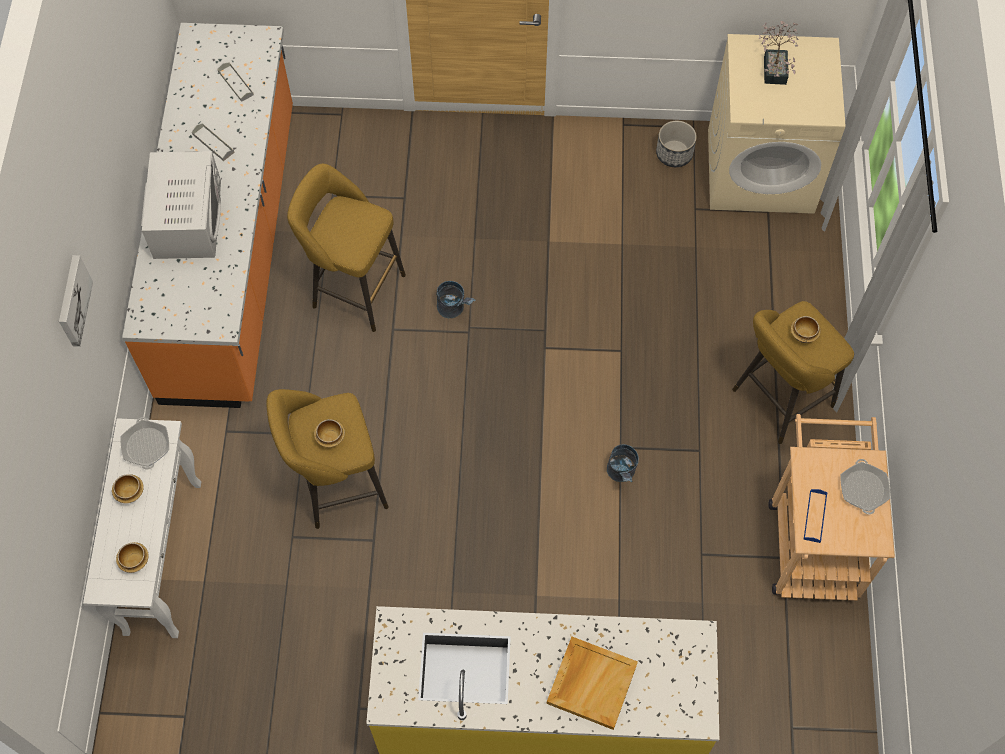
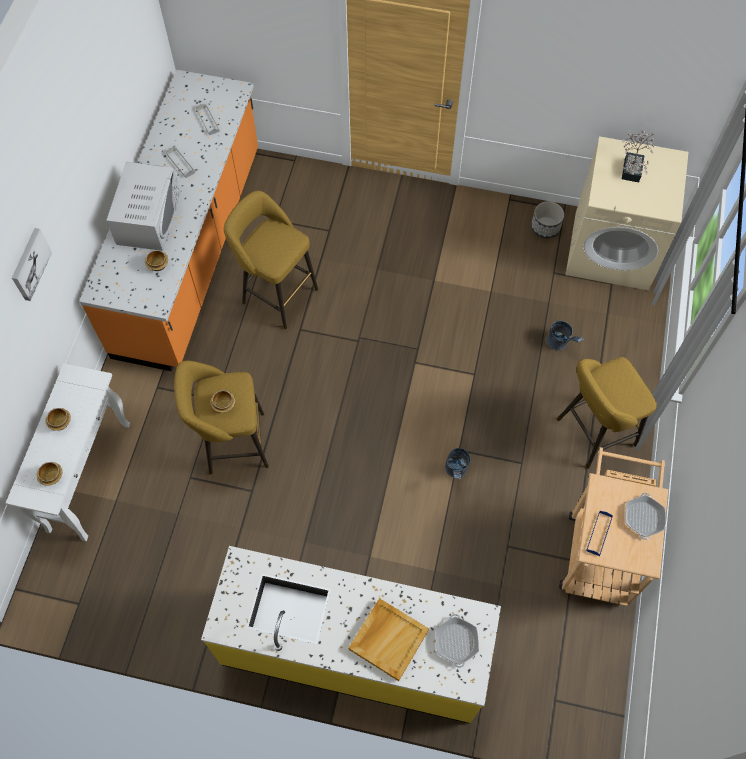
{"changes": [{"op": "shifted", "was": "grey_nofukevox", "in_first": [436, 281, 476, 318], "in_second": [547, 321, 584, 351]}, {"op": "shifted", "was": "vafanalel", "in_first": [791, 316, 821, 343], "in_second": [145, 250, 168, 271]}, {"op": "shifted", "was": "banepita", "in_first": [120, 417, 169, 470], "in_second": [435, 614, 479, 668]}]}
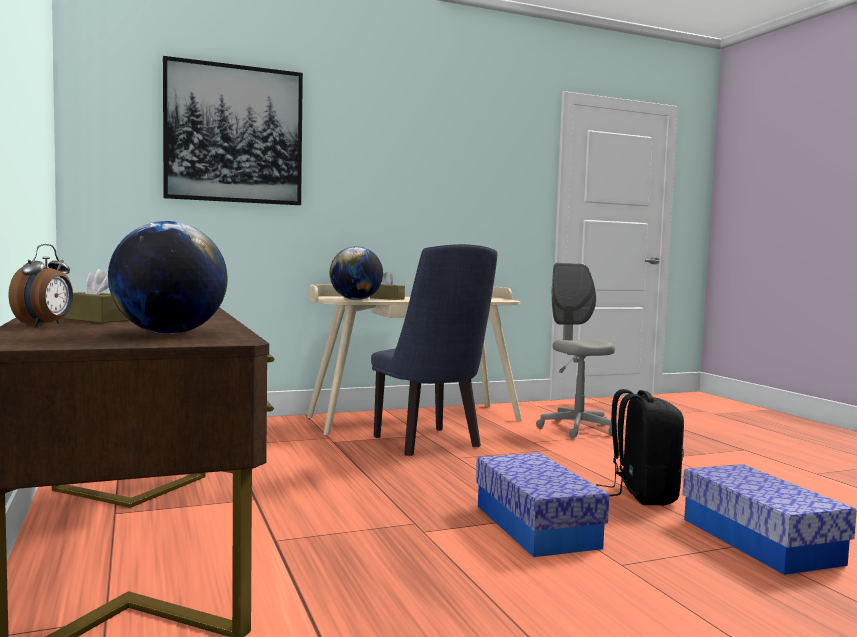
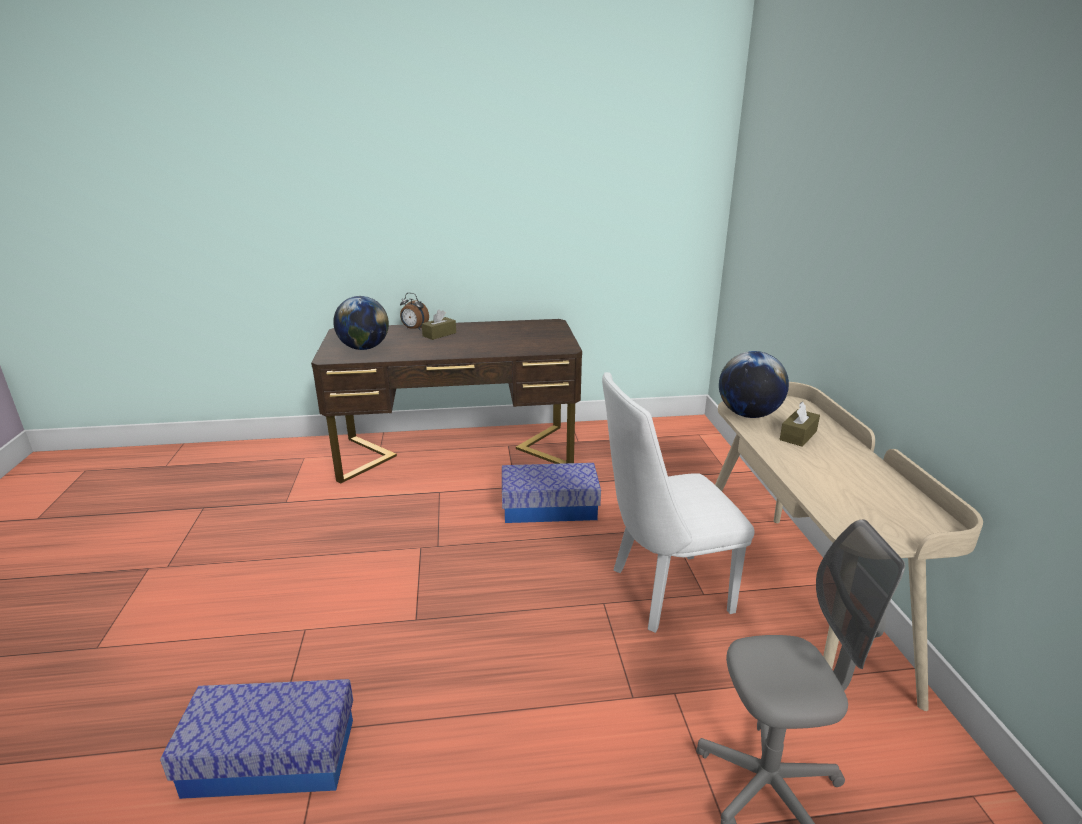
{"changes": [{"op": "gone", "was": "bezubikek", "in_first": [163, 56, 303, 205]}, {"op": "repainted", "was": "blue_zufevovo", "now": "white_zufevovo", "in_first": [371, 244, 497, 456], "in_second": [602, 372, 755, 633]}, {"op": "gone", "was": "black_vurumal", "in_first": [596, 389, 684, 505]}, {"op": "shifted", "was": "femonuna", "in_first": [476, 453, 609, 557], "in_second": [502, 463, 601, 523]}]}
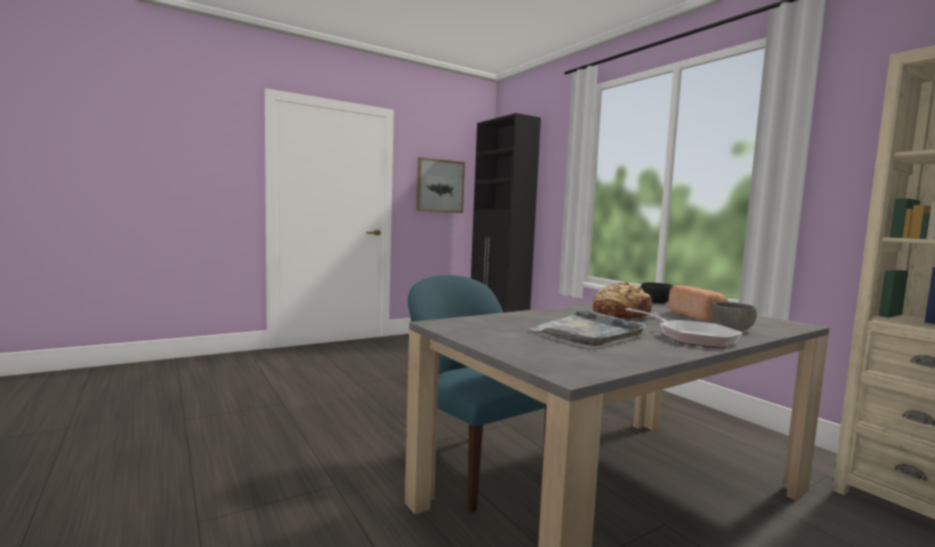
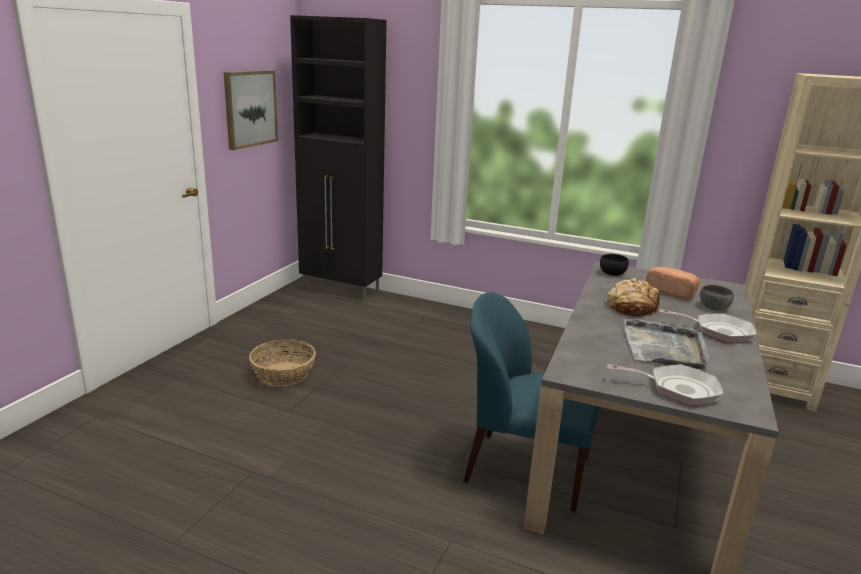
{"changes": [{"op": "new", "now": "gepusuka", "in_second": [249, 339, 316, 387]}, {"op": "new", "now": "banepita", "in_second": [607, 364, 723, 406]}]}
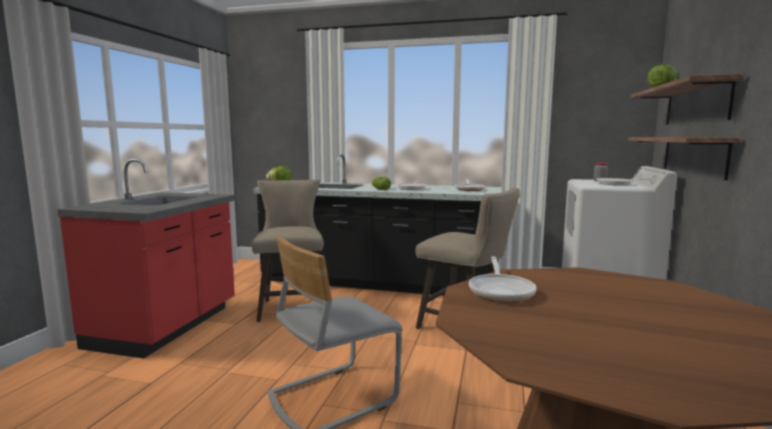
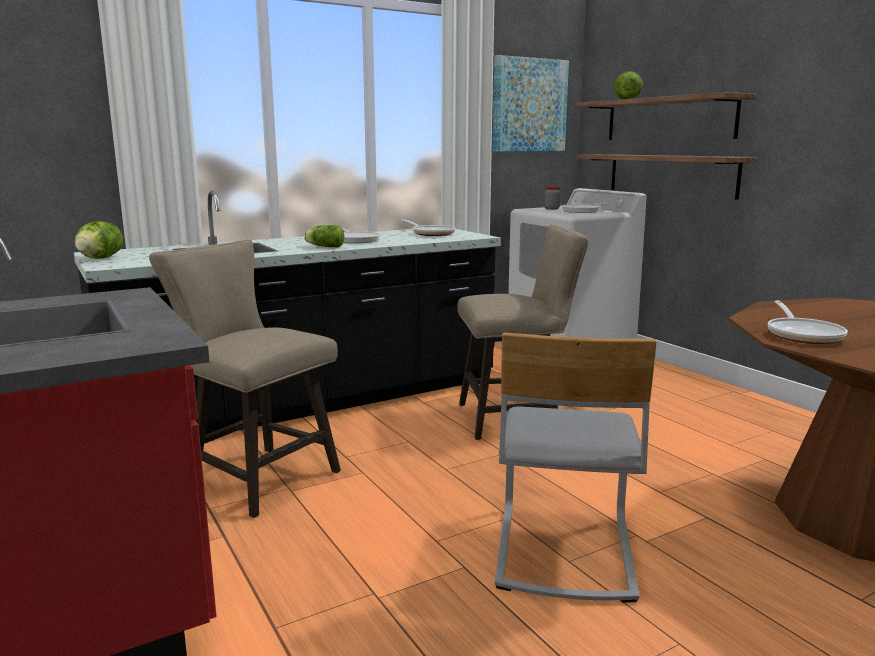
{"changes": [{"op": "rotated", "was": "banepita", "in_first": [469, 256, 537, 302], "in_second": [768, 300, 848, 344], "clockwise": 45}, {"op": "new", "now": "bezubikek", "in_second": [492, 55, 569, 151]}]}
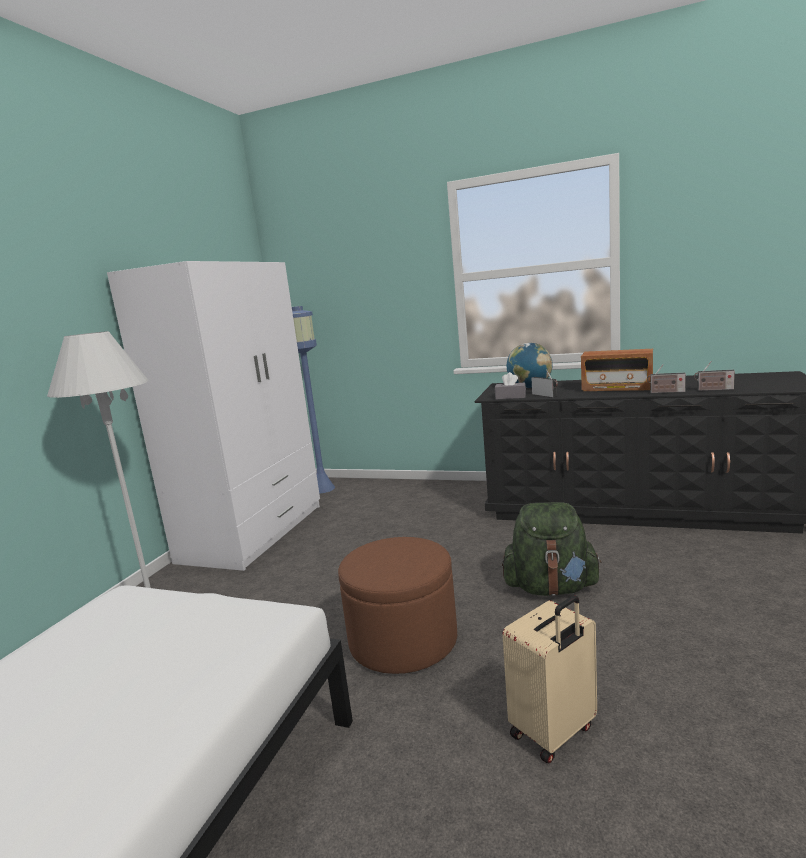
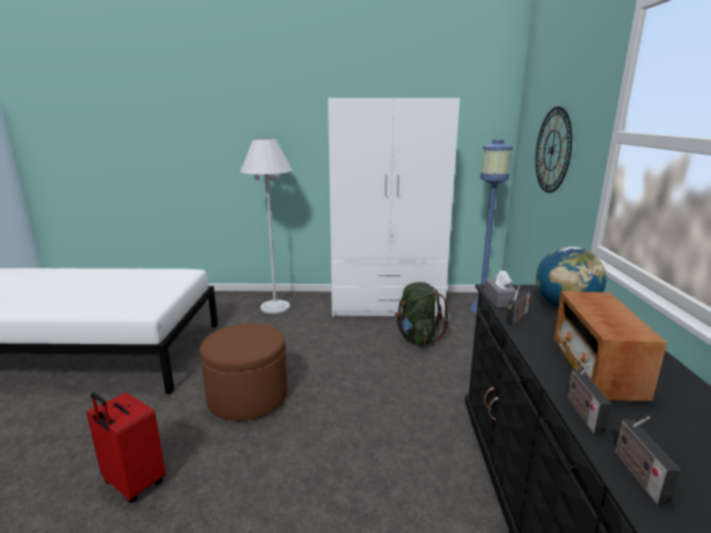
{"changes": [{"op": "shifted", "was": "green_vurumal", "in_first": [502, 502, 602, 596], "in_second": [394, 282, 450, 345]}, {"op": "repainted", "was": "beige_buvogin", "now": "red_buvogin", "in_first": [502, 595, 597, 764], "in_second": [87, 392, 166, 503]}, {"op": "new", "now": "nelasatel", "in_second": [535, 106, 572, 193]}]}
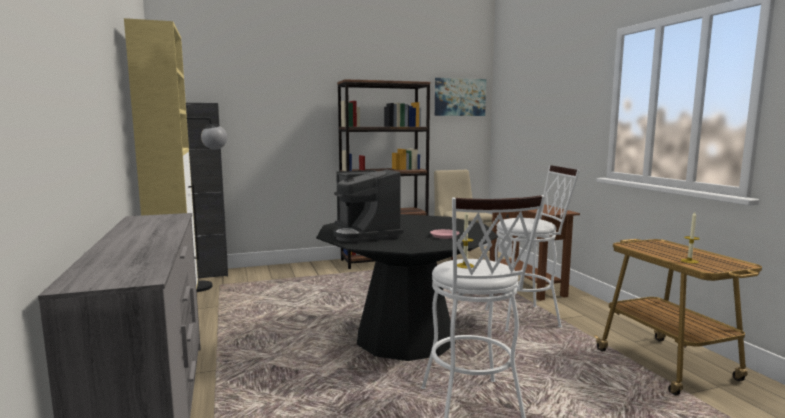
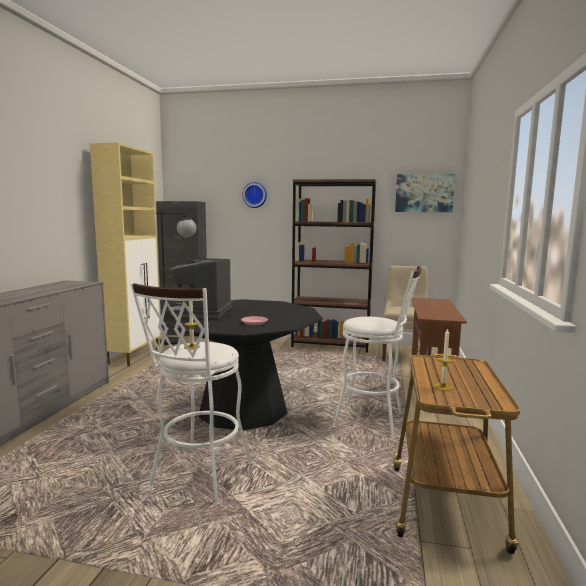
{"changes": [{"op": "new", "now": "nelasatel", "in_second": [243, 182, 267, 208]}]}
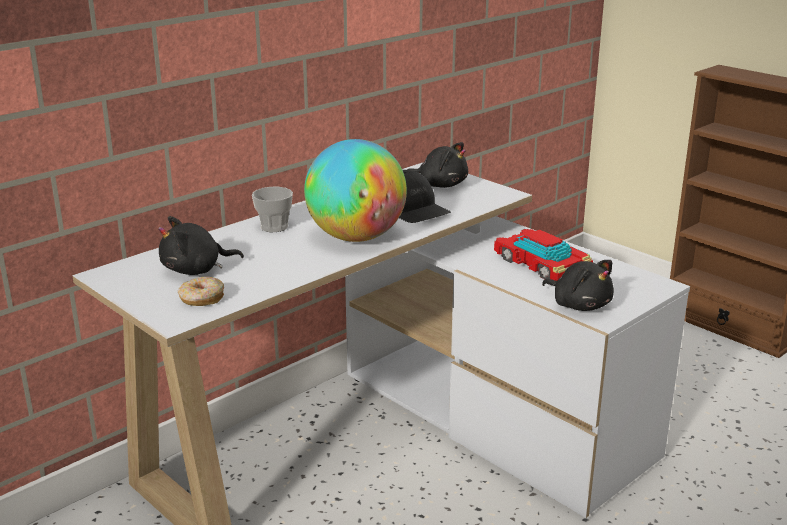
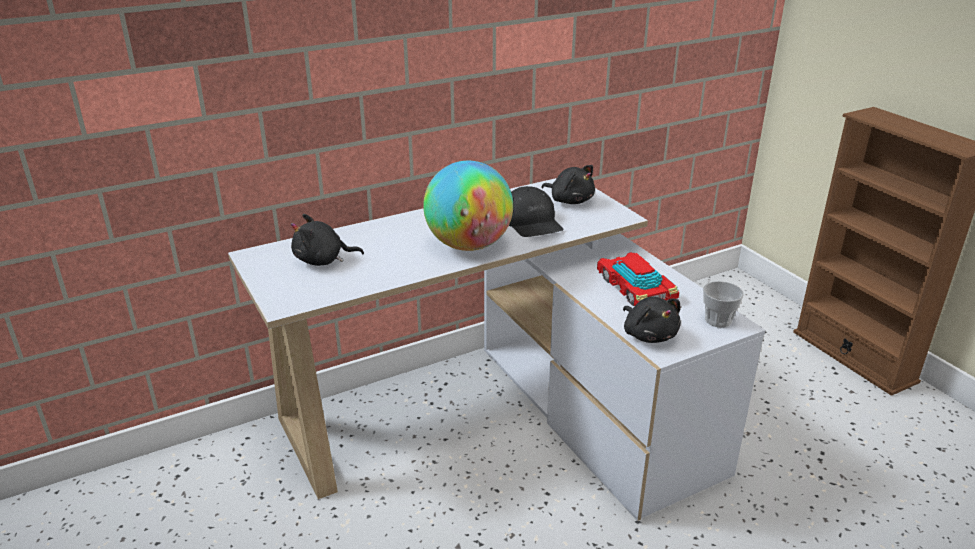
{"changes": [{"op": "shifted", "was": "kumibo", "in_first": [252, 187, 293, 232], "in_second": [703, 281, 744, 328]}, {"op": "gone", "was": "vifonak", "in_first": [178, 277, 224, 306]}]}
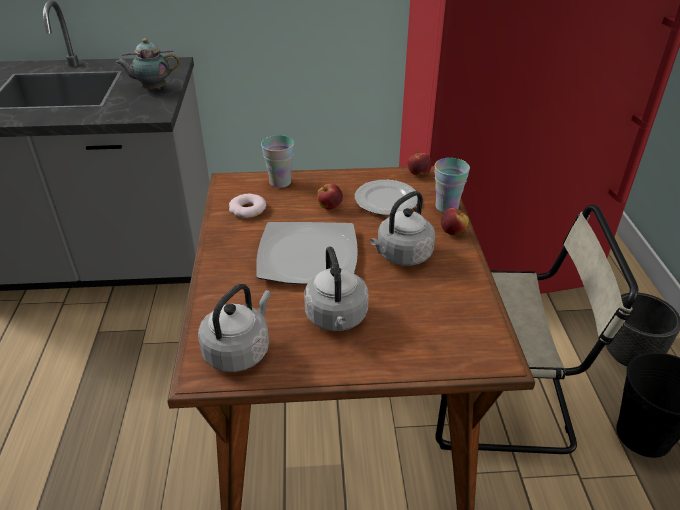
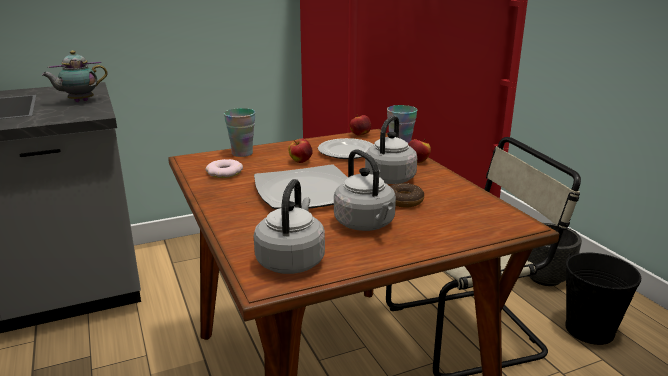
{"changes": [{"op": "new", "now": "vifonak", "in_second": [390, 183, 424, 207]}]}
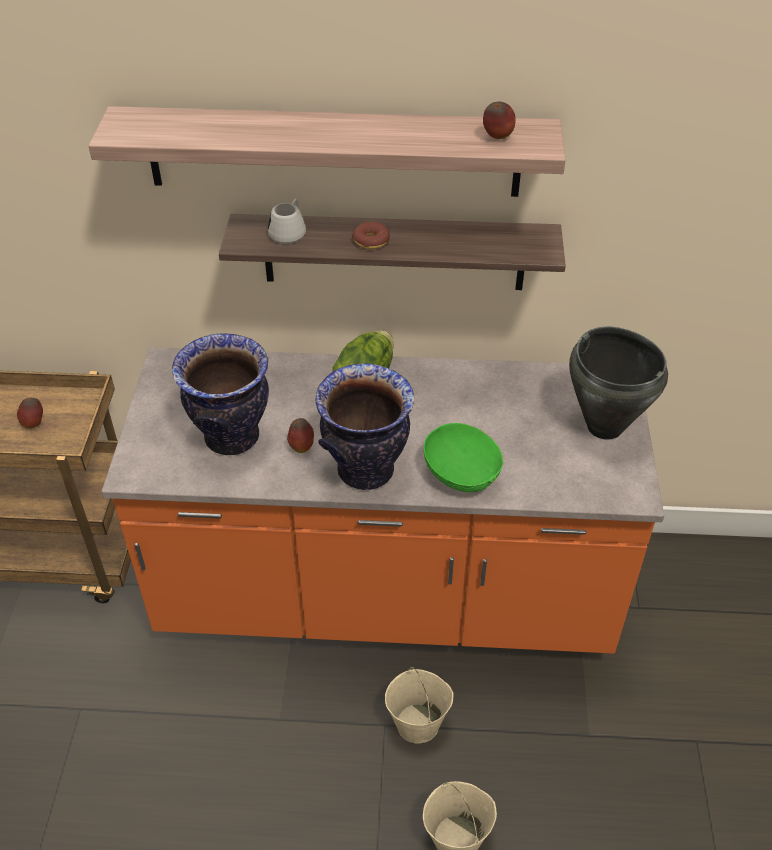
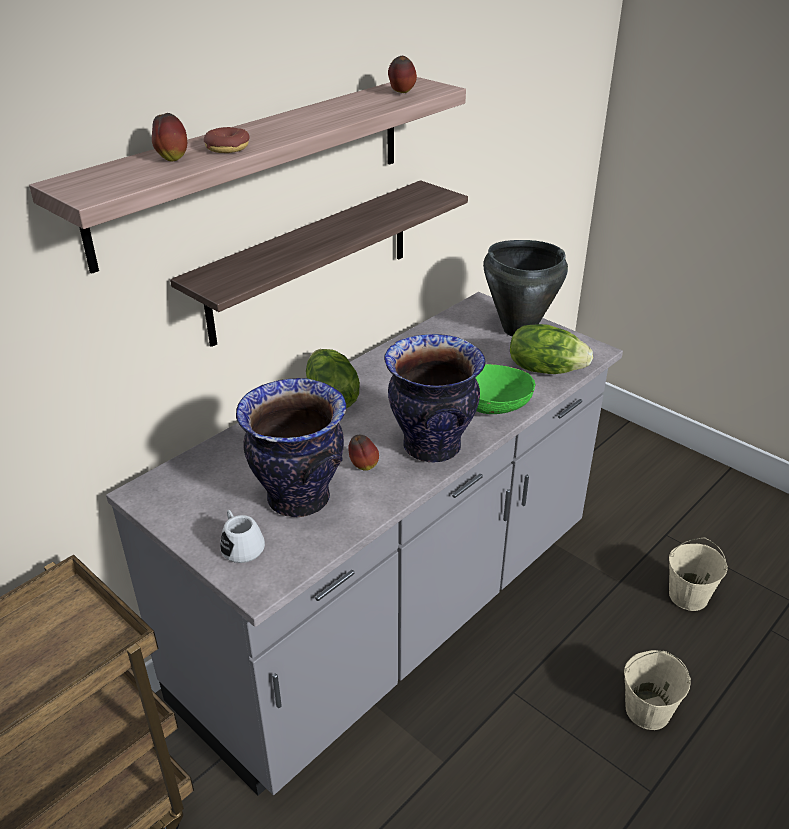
{"changes": [{"op": "shifted", "was": "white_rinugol", "in_first": [268, 199, 306, 244], "in_second": [220, 510, 265, 563]}, {"op": "shifted", "was": "vifonak", "in_first": [352, 222, 390, 249], "in_second": [204, 127, 250, 153]}, {"op": "repainted", "was": "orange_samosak", "now": "grey_samosak", "in_first": [102, 347, 664, 654], "in_second": [106, 292, 623, 796]}, {"op": "shifted", "was": "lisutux", "in_first": [17, 398, 43, 429], "in_second": [152, 113, 187, 161]}, {"op": "shifted", "was": "beige_nofukevox", "in_first": [385, 667, 453, 743], "in_second": [669, 538, 728, 611]}, {"op": "new", "now": "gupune", "in_second": [510, 324, 593, 374]}]}
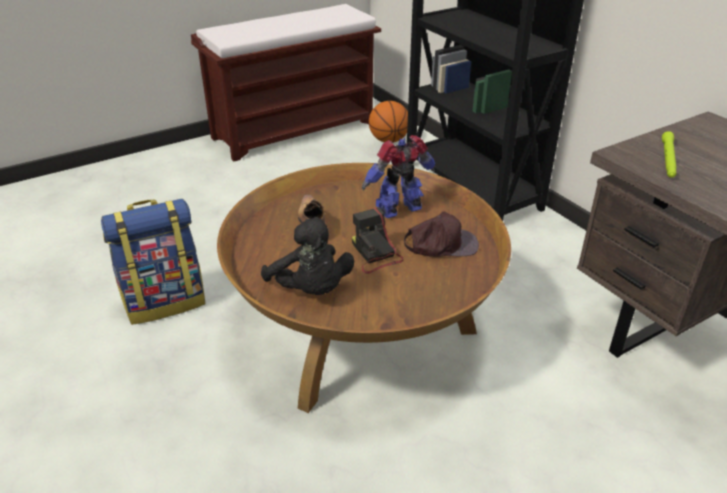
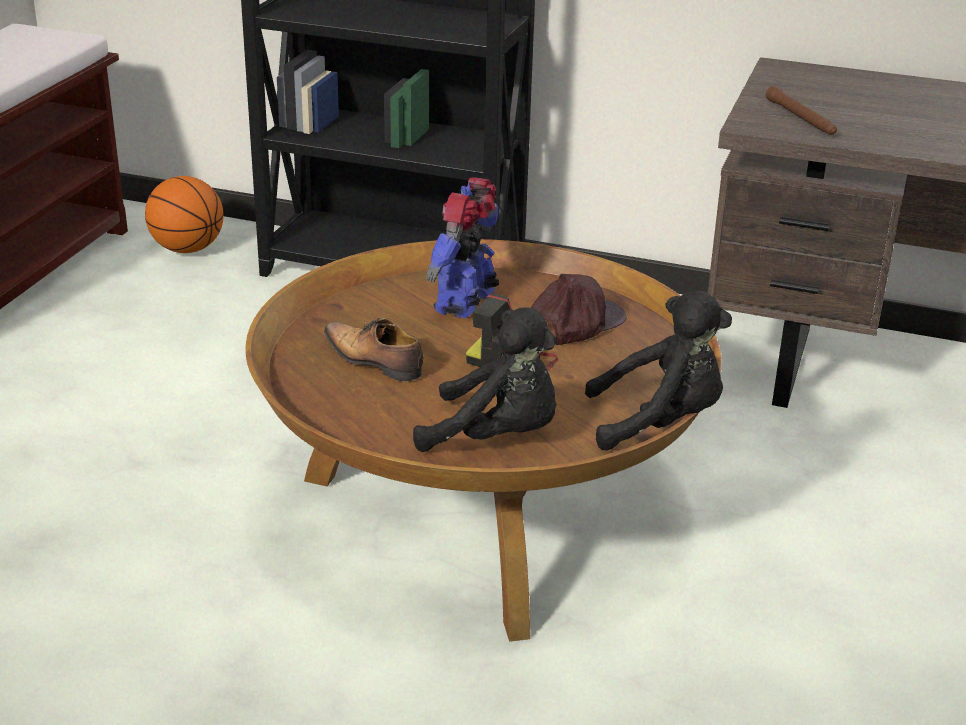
{"changes": [{"op": "repainted", "was": "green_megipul", "now": "brown_megipul", "in_first": [662, 131, 676, 178], "in_second": [766, 86, 837, 135]}, {"op": "gone", "was": "vurumal", "in_first": [101, 199, 206, 325]}, {"op": "new", "now": "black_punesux", "in_second": [585, 291, 732, 451]}]}
